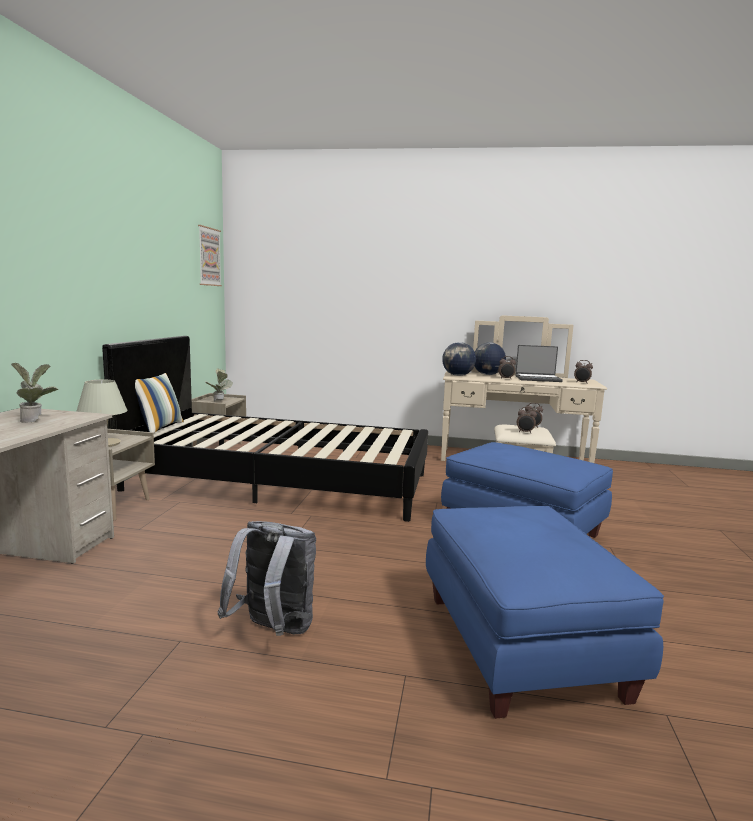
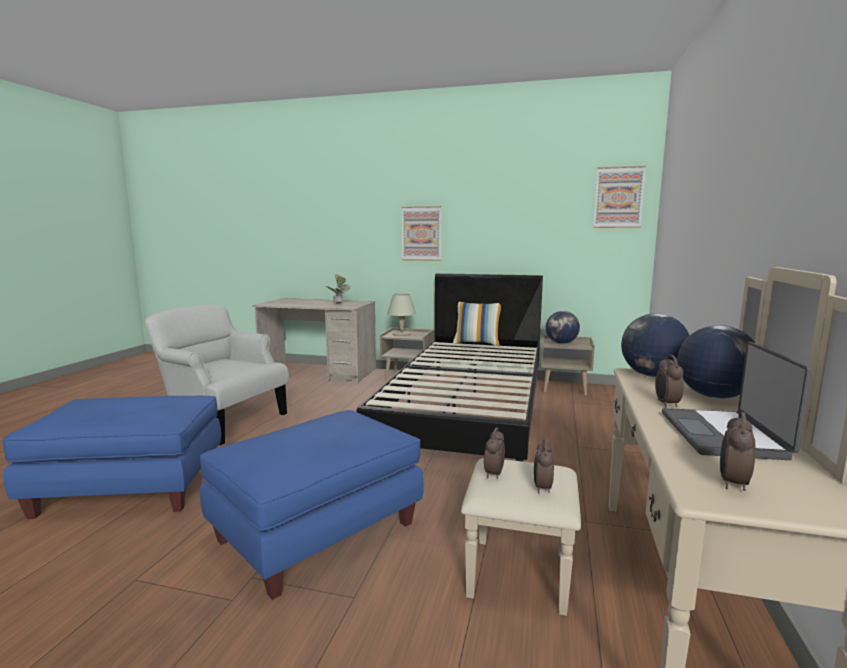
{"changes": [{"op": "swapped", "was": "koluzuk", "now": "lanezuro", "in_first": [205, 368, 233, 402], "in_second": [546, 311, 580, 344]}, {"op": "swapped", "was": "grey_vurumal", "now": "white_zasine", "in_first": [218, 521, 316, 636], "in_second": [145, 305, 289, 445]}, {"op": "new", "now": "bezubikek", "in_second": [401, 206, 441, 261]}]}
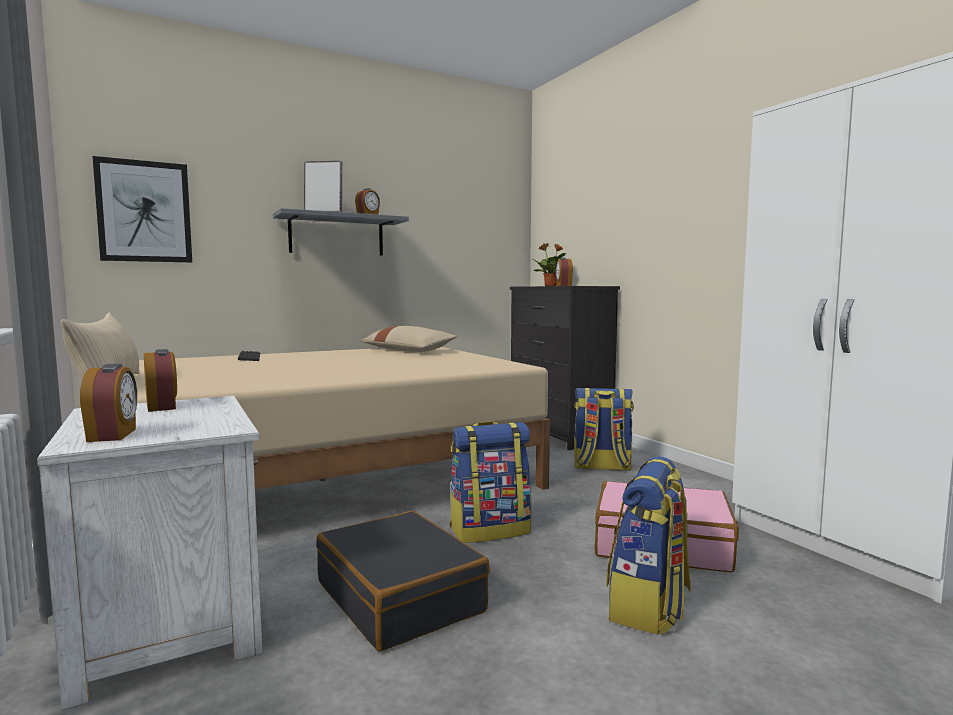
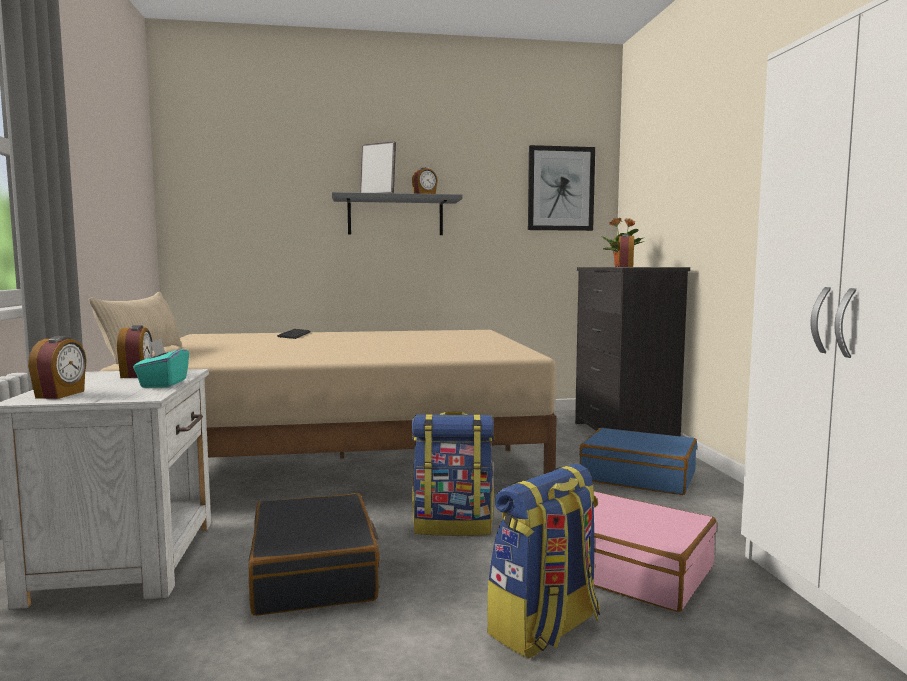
{"changes": [{"op": "shifted", "was": "bezubikek", "in_first": [93, 156, 192, 262], "in_second": [528, 145, 595, 231]}, {"op": "gone", "was": "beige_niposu", "in_first": [360, 326, 458, 352]}, {"op": "swapped", "was": "vurumal", "now": "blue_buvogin", "in_first": [574, 388, 634, 470], "in_second": [579, 428, 697, 495]}, {"op": "new", "now": "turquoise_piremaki", "in_second": [133, 339, 189, 388]}]}
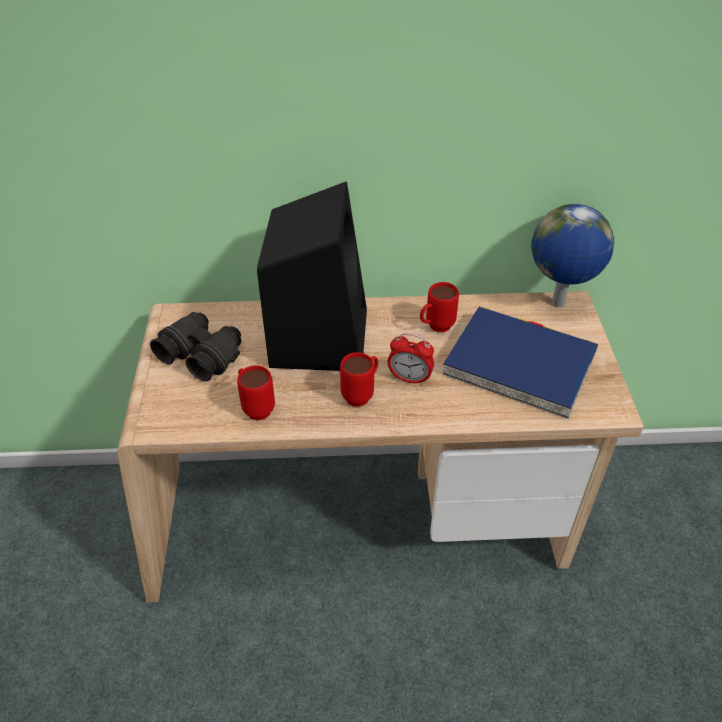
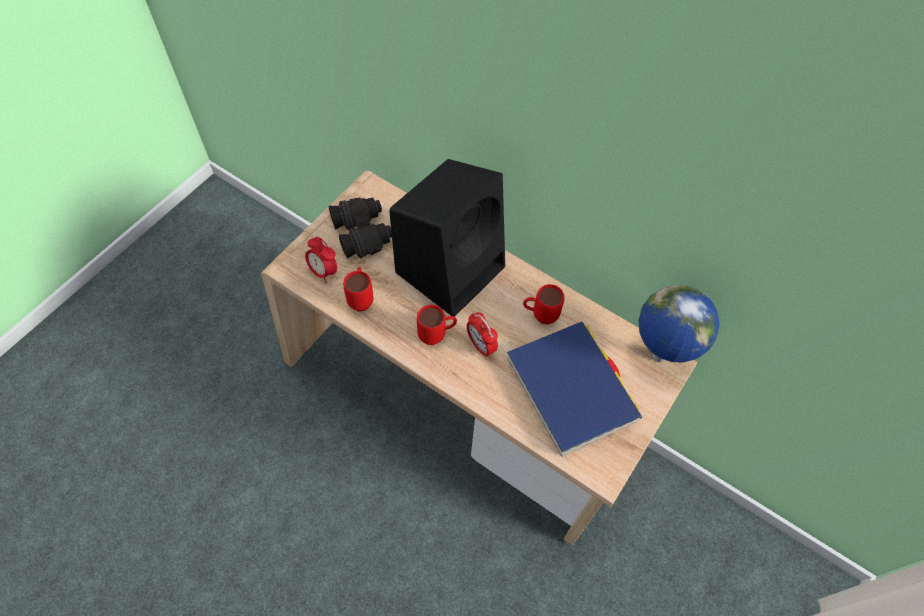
{"changes": [{"op": "new", "now": "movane", "in_second": [305, 237, 337, 283]}]}
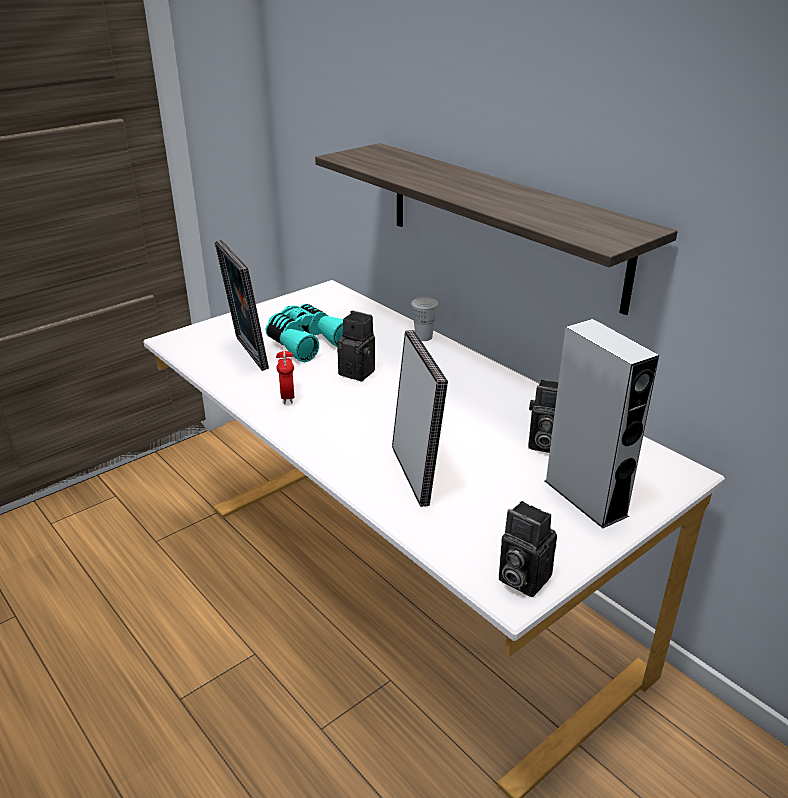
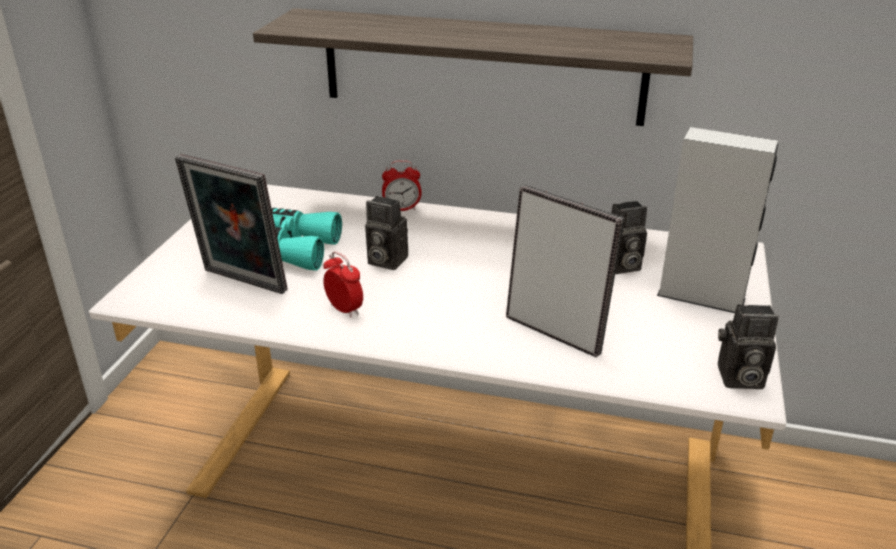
{"changes": [{"op": "swapped", "was": "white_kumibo", "now": "movane", "in_first": [411, 298, 438, 341], "in_second": [382, 160, 422, 211]}, {"op": "rotated", "was": "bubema", "in_first": [337, 310, 375, 381], "in_second": [365, 196, 408, 270], "clockwise": -150}]}
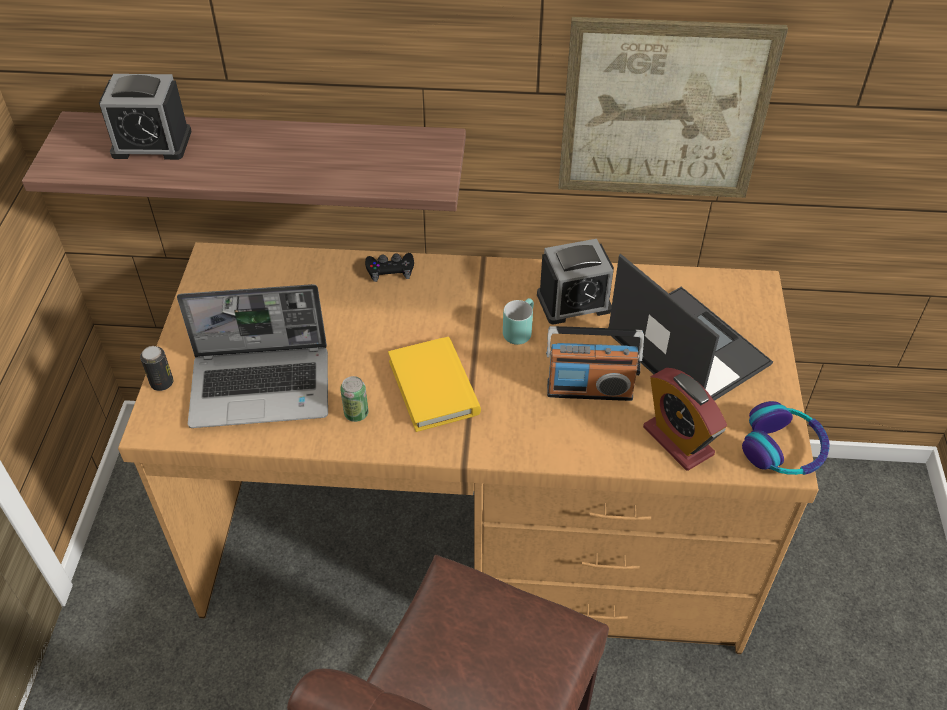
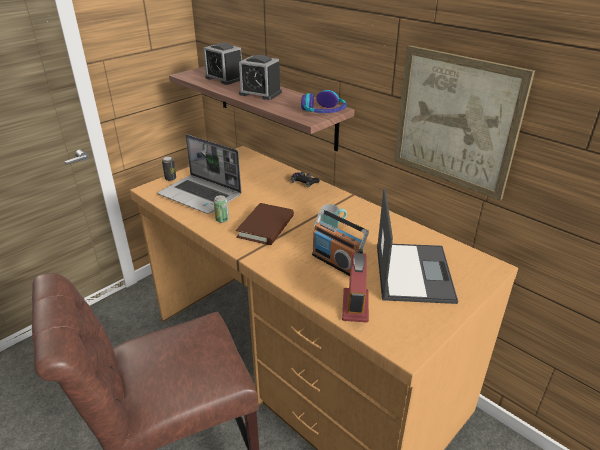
{"changes": [{"op": "shifted", "was": "movane", "in_first": [537, 239, 614, 325], "in_second": [239, 55, 282, 100]}, {"op": "repainted", "was": "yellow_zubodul", "now": "brown_zubodul", "in_first": [388, 337, 481, 432], "in_second": [236, 203, 294, 245]}, {"op": "shifted", "was": "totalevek", "in_first": [742, 401, 830, 475], "in_second": [301, 90, 347, 113]}]}
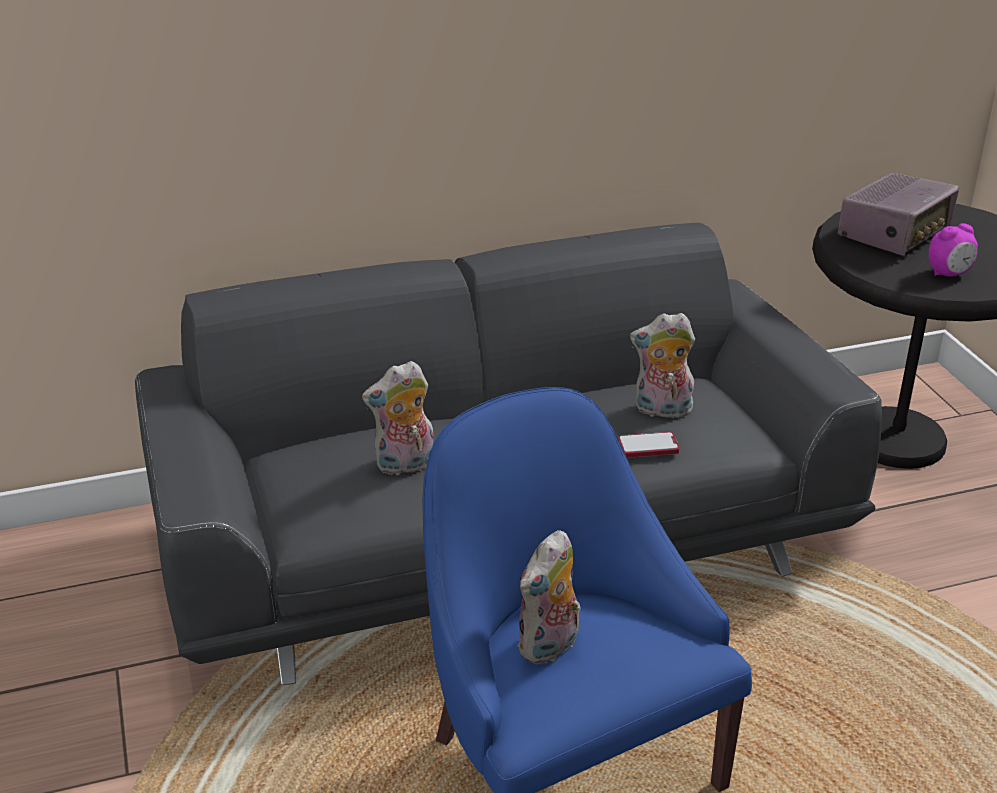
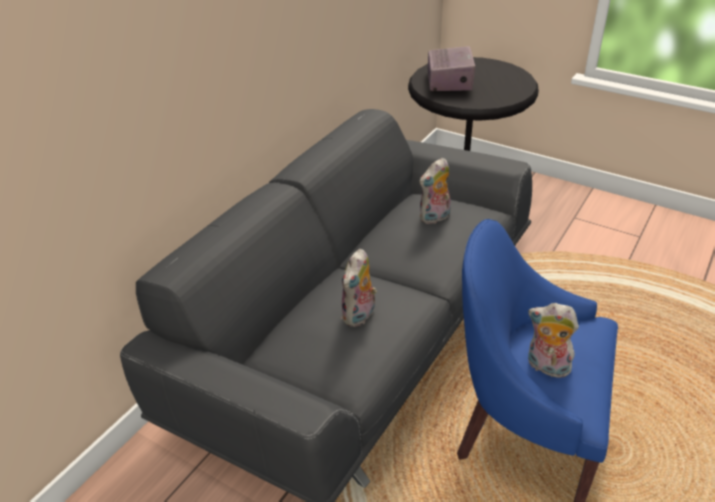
{"changes": [{"op": "gone", "was": "movane", "in_first": [929, 223, 978, 276]}, {"op": "gone", "was": "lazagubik", "in_first": [618, 432, 680, 458]}, {"op": "rotated", "was": "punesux", "in_first": [517, 530, 581, 664], "in_second": [528, 303, 579, 378], "clockwise": 120}]}
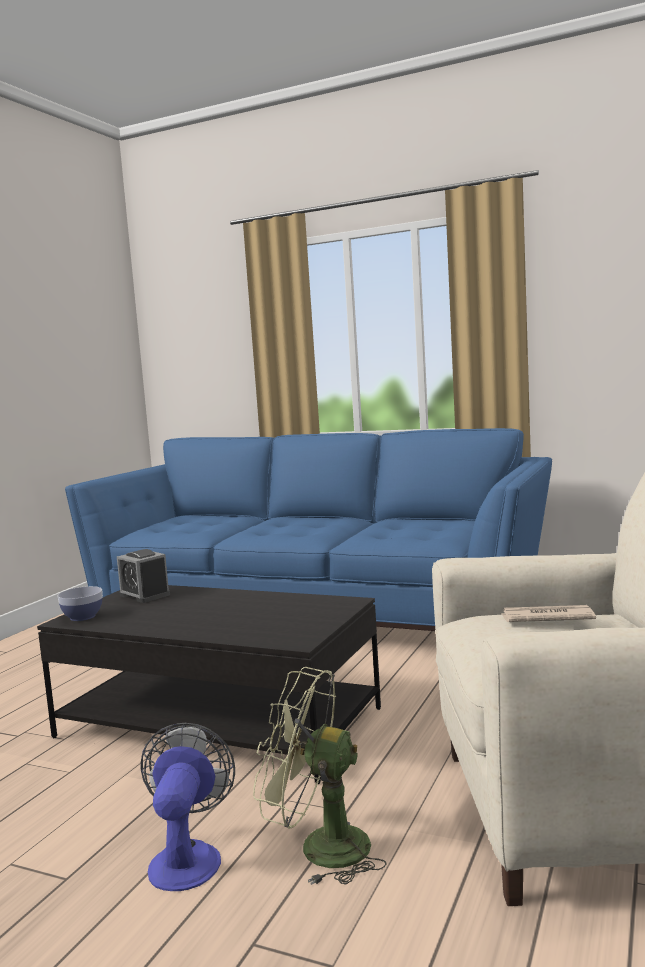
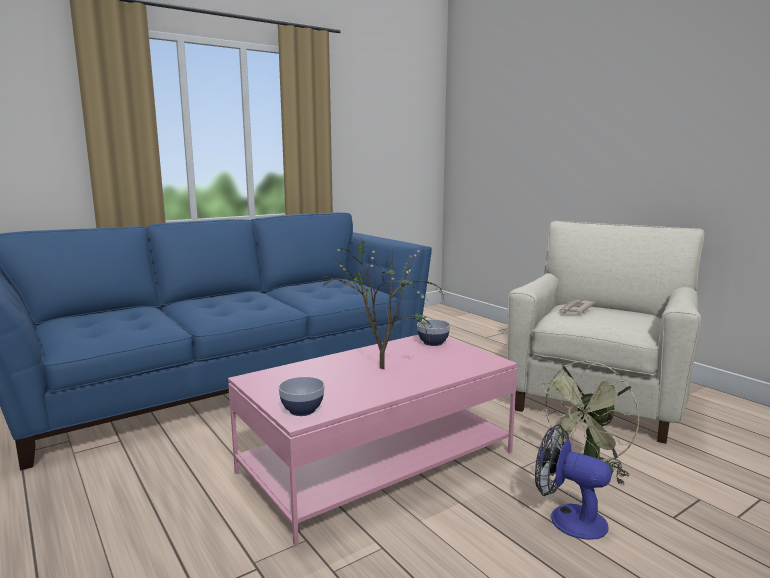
{"changes": [{"op": "gone", "was": "movane", "in_first": [117, 549, 170, 603]}, {"op": "repainted", "was": "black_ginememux", "now": "pink_ginememux", "in_first": [37, 585, 381, 784], "in_second": [228, 335, 518, 546]}, {"op": "new", "now": "koluzuk", "in_second": [317, 241, 444, 369]}, {"op": "new", "now": "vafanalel", "in_second": [417, 320, 450, 346]}]}
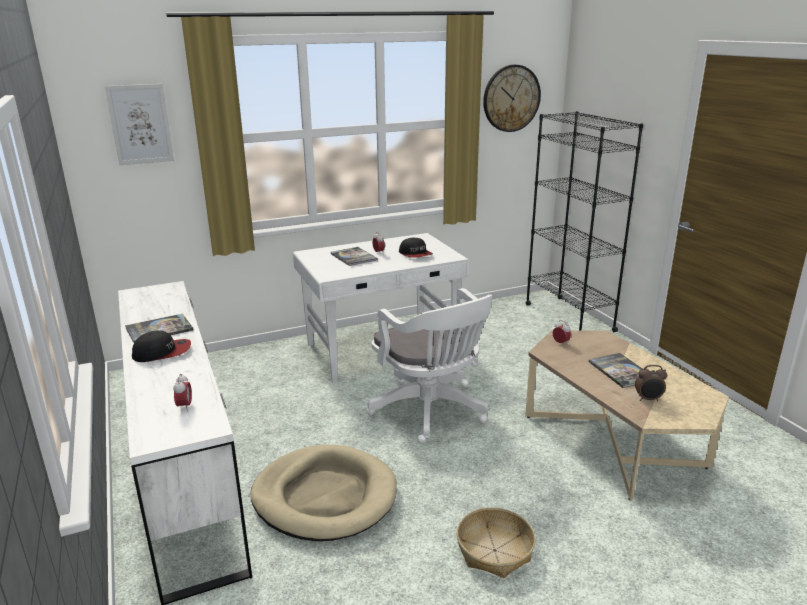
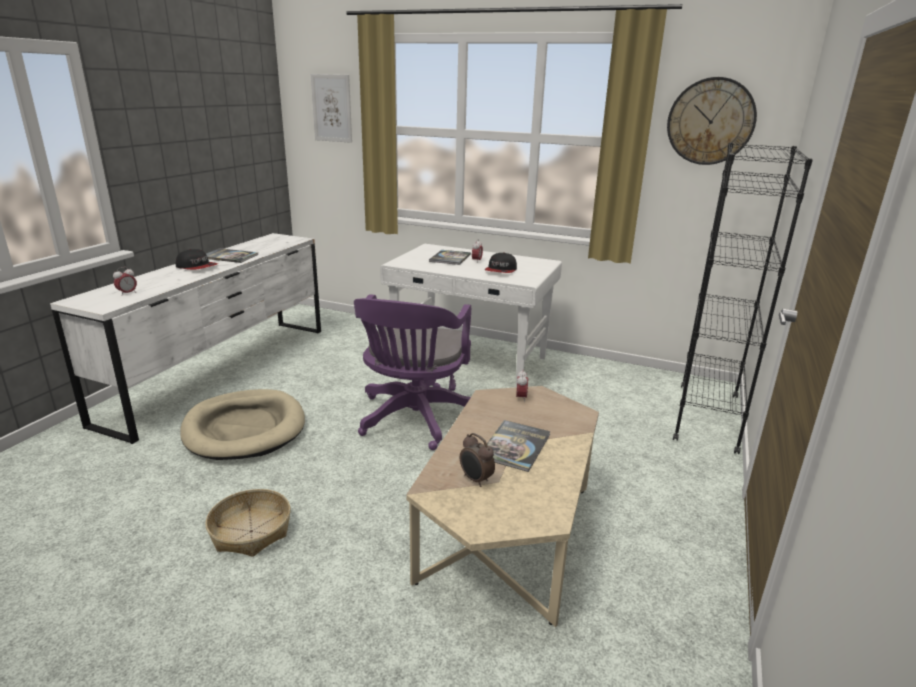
{"changes": [{"op": "repainted", "was": "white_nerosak", "now": "purple_nerosak", "in_first": [367, 288, 492, 444], "in_second": [354, 294, 471, 450]}]}
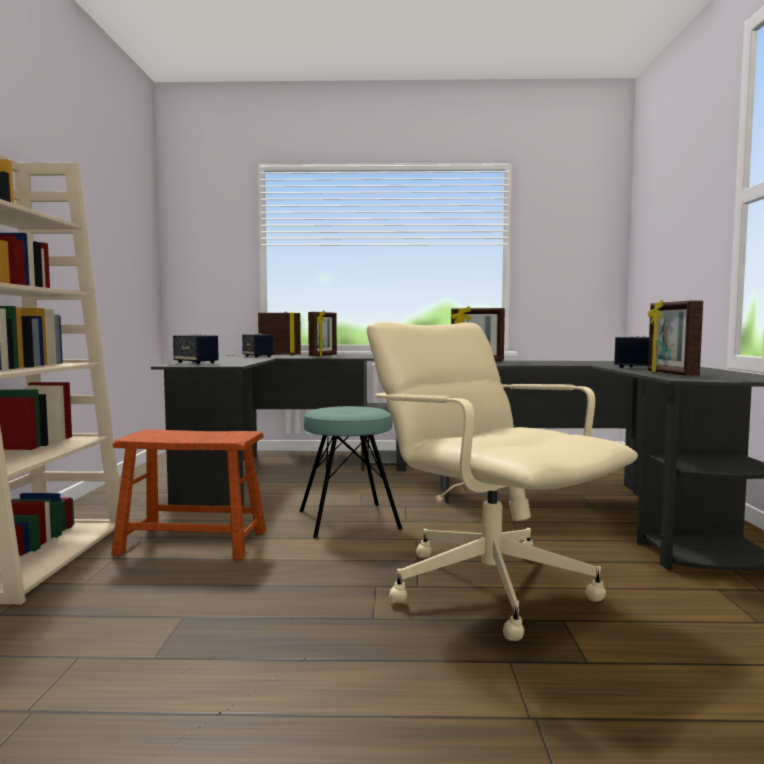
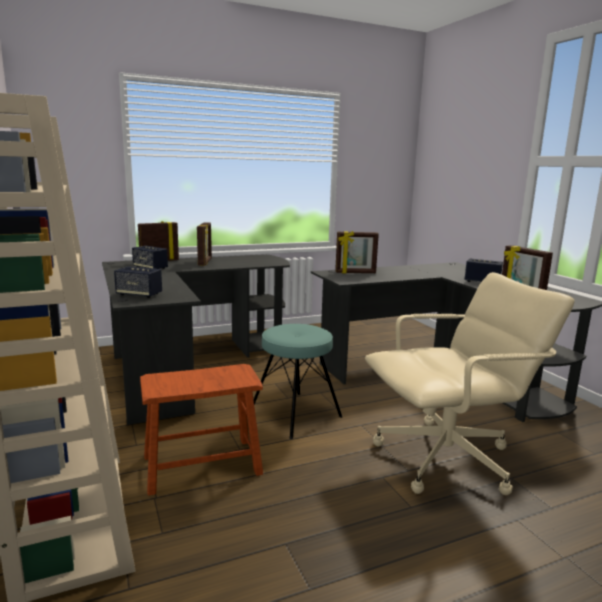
{"changes": [{"op": "rotated", "was": "beige_nerosak", "in_first": [367, 322, 638, 641], "in_second": [365, 272, 575, 495], "clockwise": 135}]}
